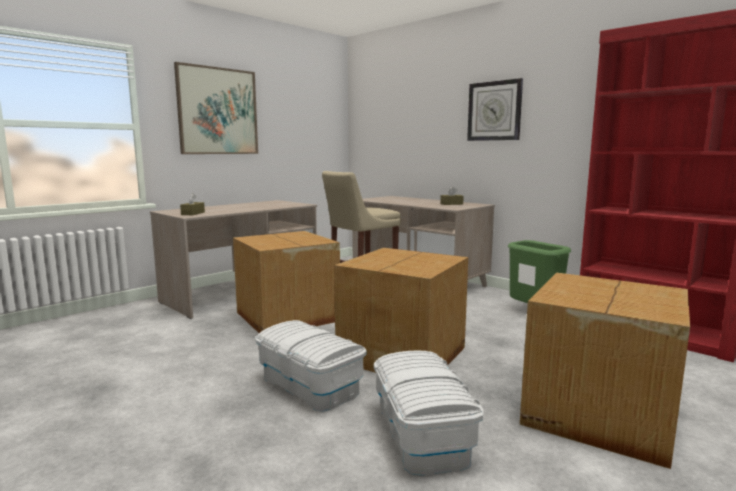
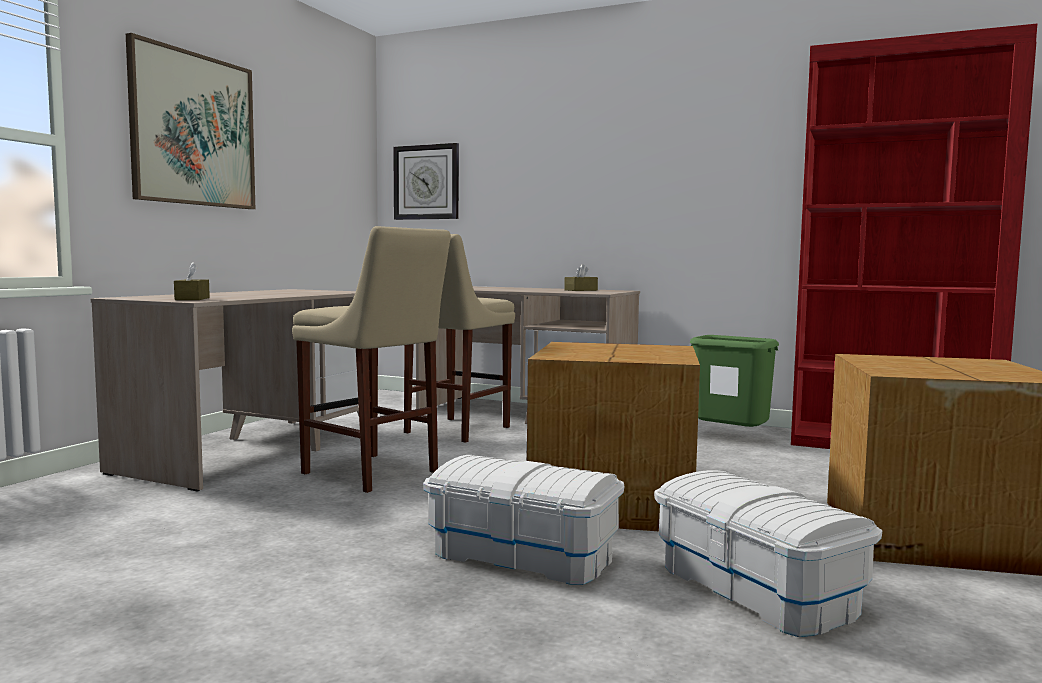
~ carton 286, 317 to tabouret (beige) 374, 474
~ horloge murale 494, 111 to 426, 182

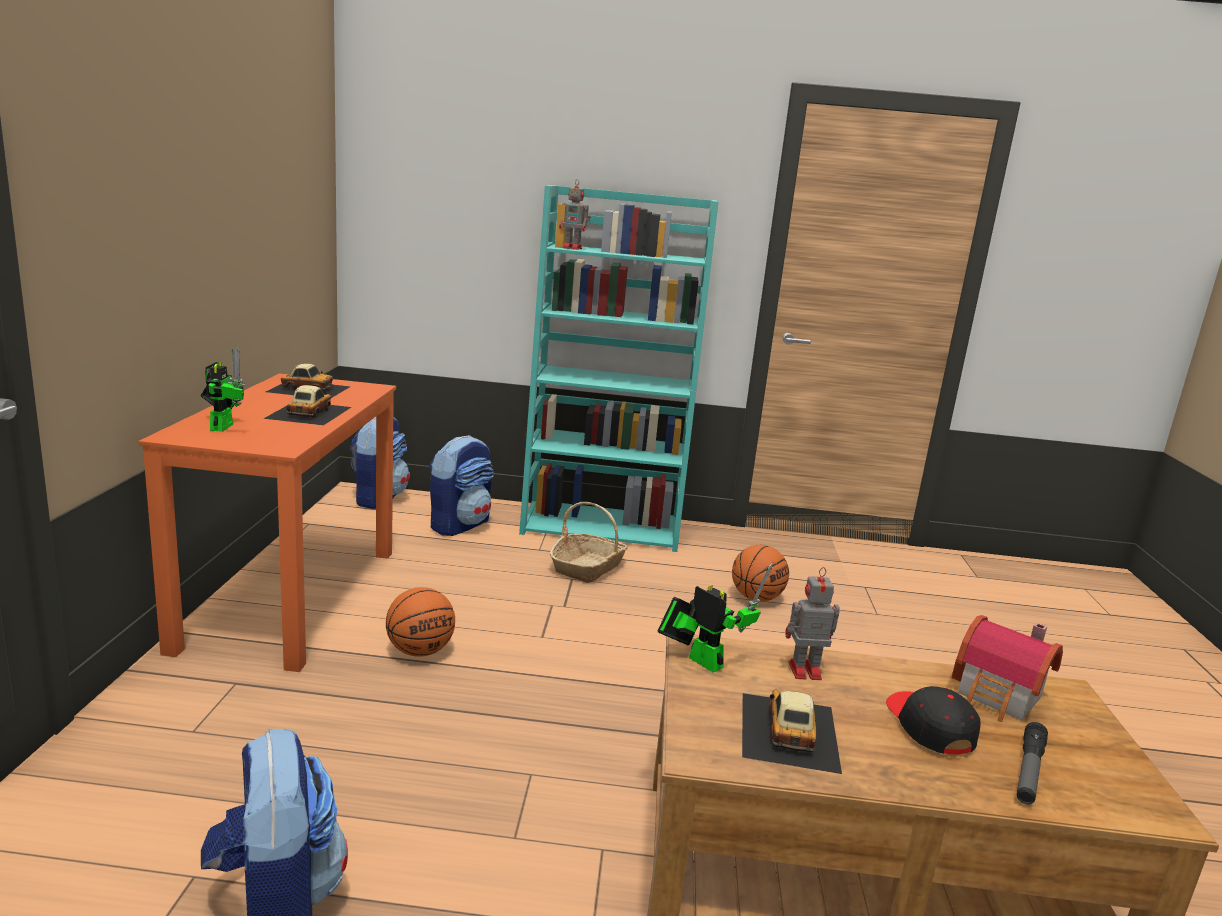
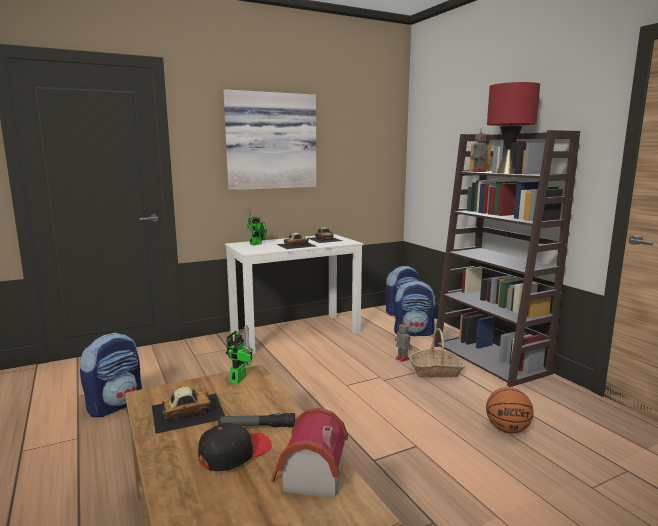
~ lampe de poche 1028, 771 to 257, 426
+ tableau 270, 141
~ bureau (orange) 292, 597 to bureau (blanc) 296, 333
~ robot jouet 802, 670 to 402, 358
~ bibliothèque (turquoise) 603, 526 to bibliothèque (marron) 491, 359
+ lampe de table (rouge) 507, 173
- ballon de basket 420, 651

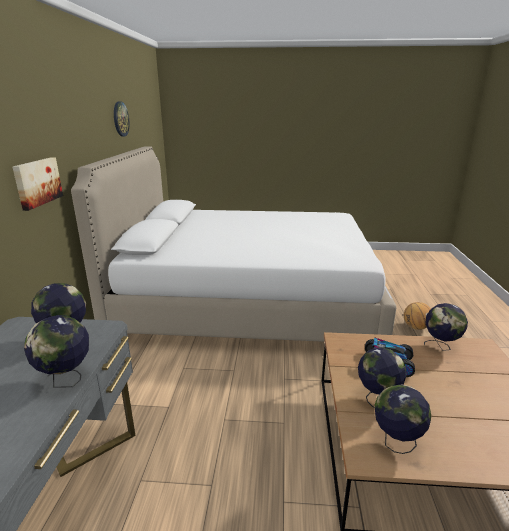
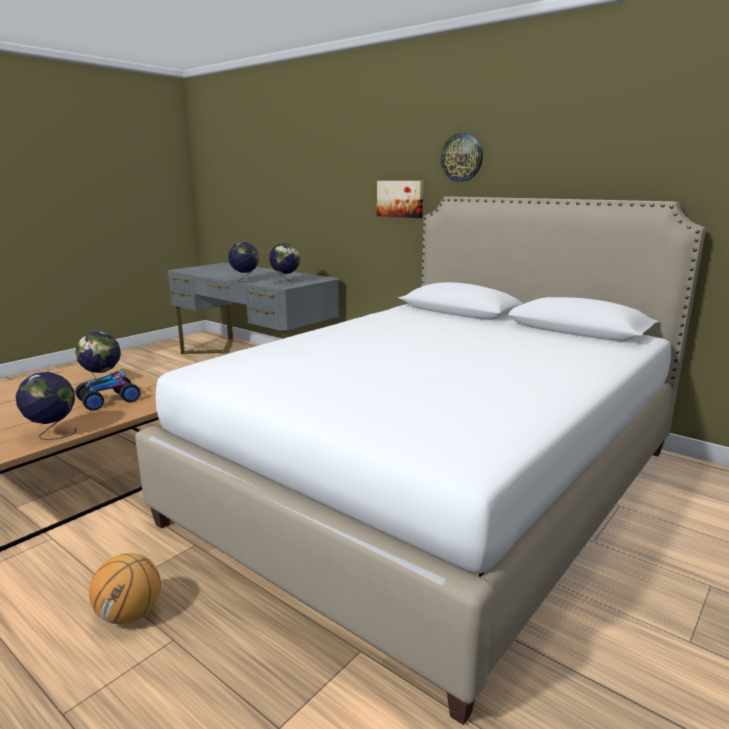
~ horloge murale 120, 119 to 462, 157
- globe 396, 443

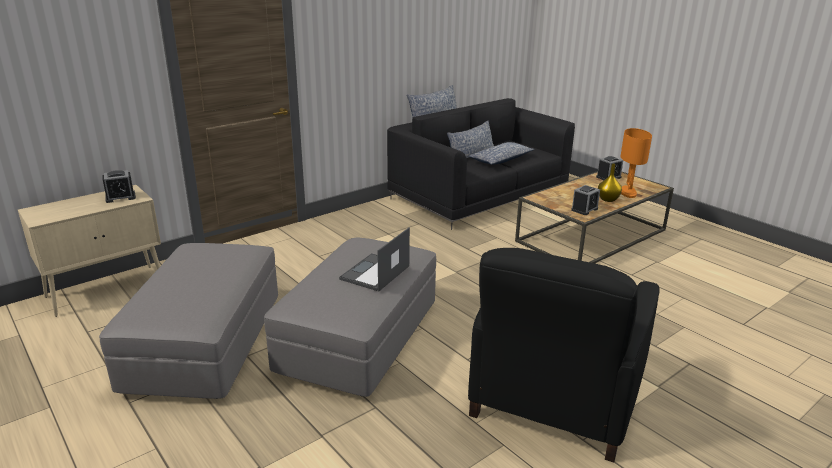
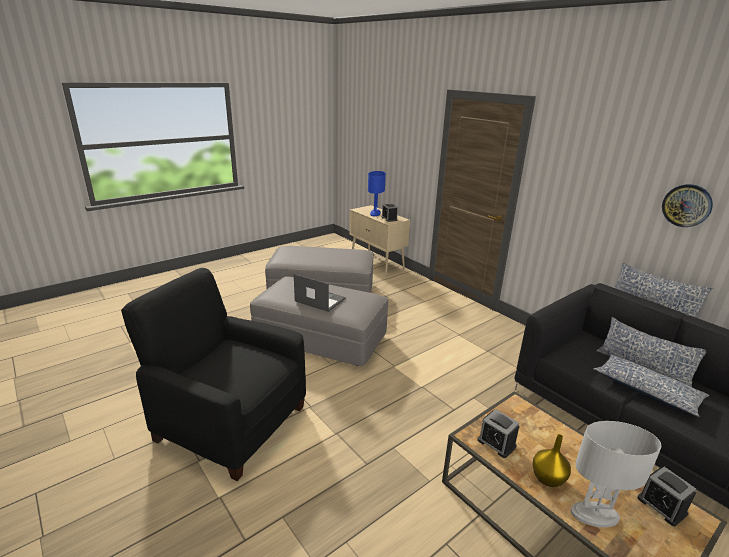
+ lampe de table (bleu) 375, 213
~ lampe de table (orange) 628, 193 to lampe de table (blanc) 594, 515
+ horloge murale 686, 205

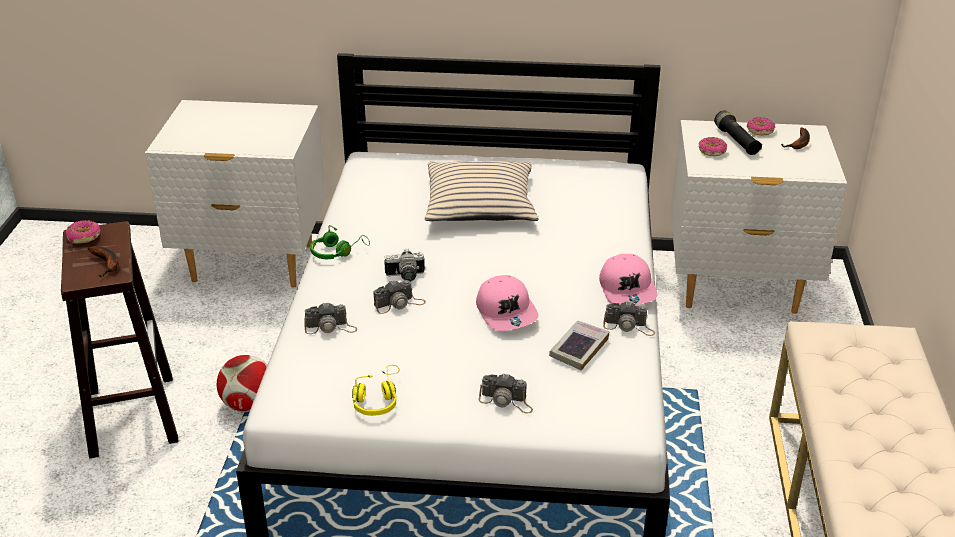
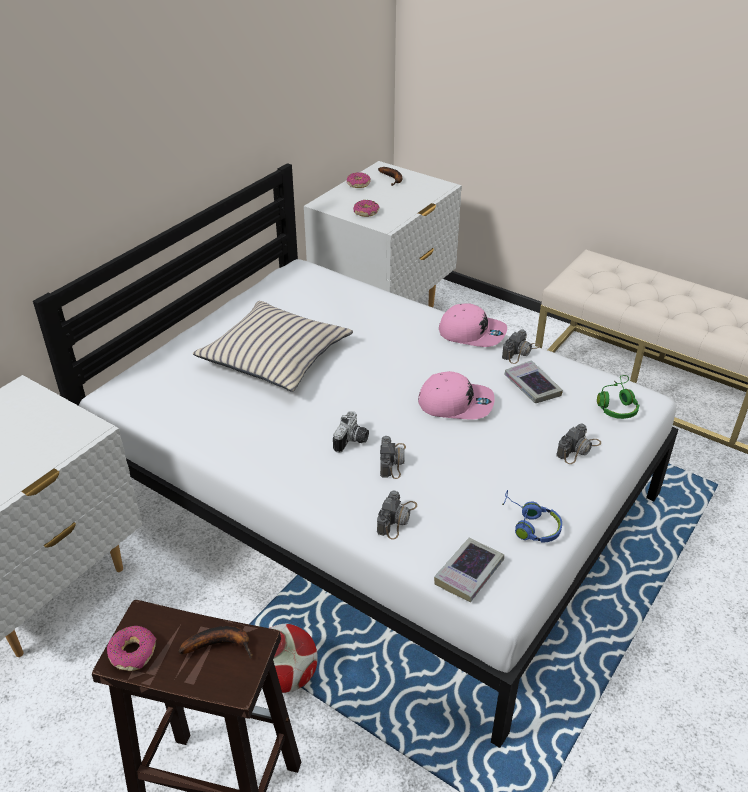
+ livre 469, 573
~ casque audio (jaune) 377, 399 to casque audio (bleu) 529, 525
~ casque audio (vert) 337, 252 to 616, 405
- lampe de poche (noir) 736, 141

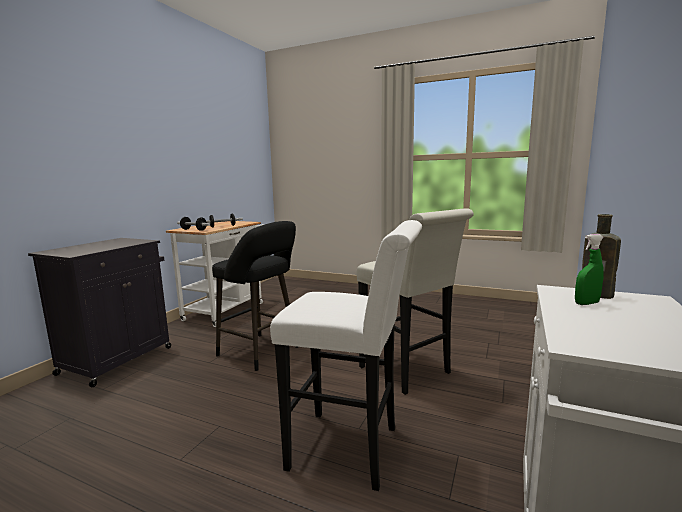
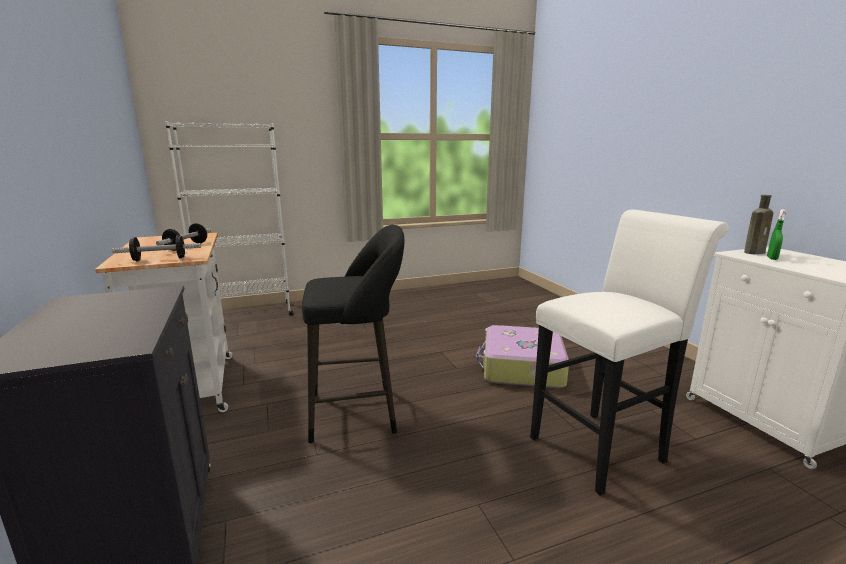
+ bibliothèque (blanc) 246, 313
~ tabouret (blanc) 409, 372 to valise 521, 368

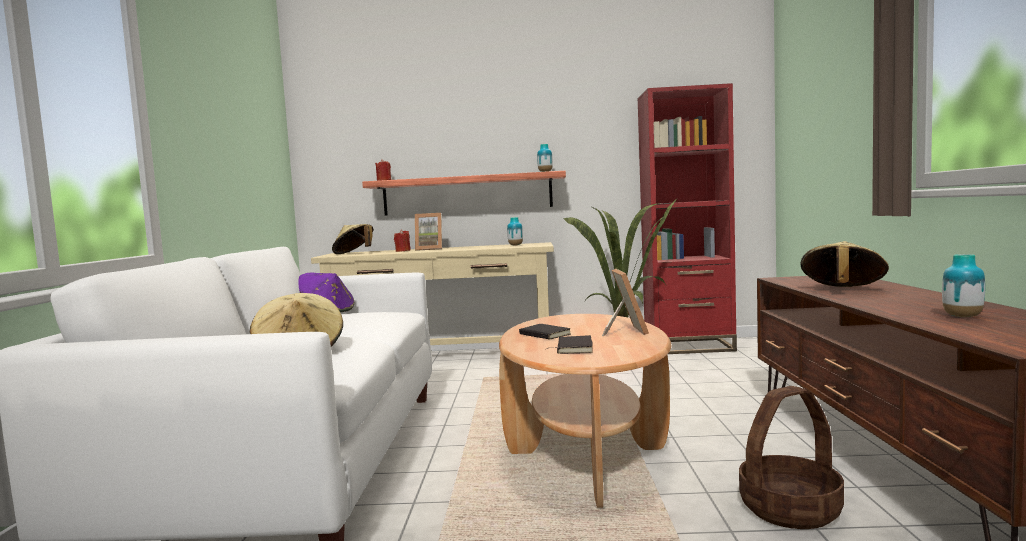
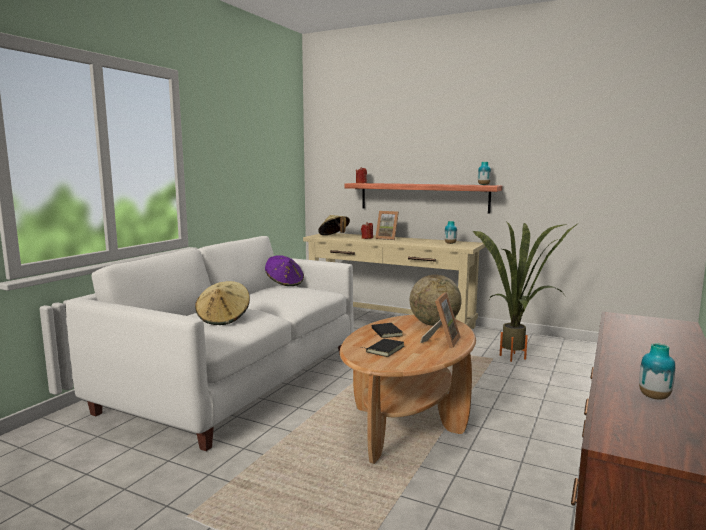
+ globe 434, 324
- bibliothèque (rouge) 688, 346
- panier 790, 509
- chapeau (beige) 842, 290

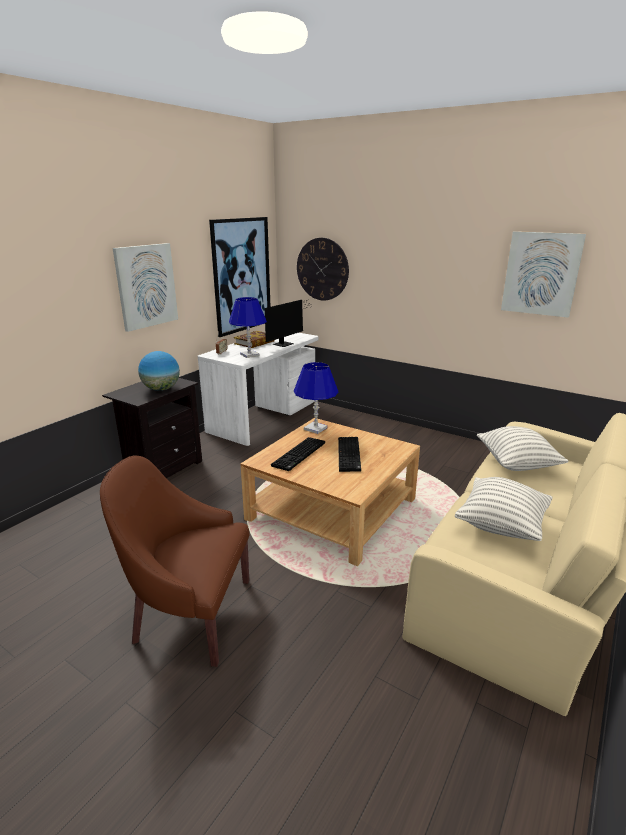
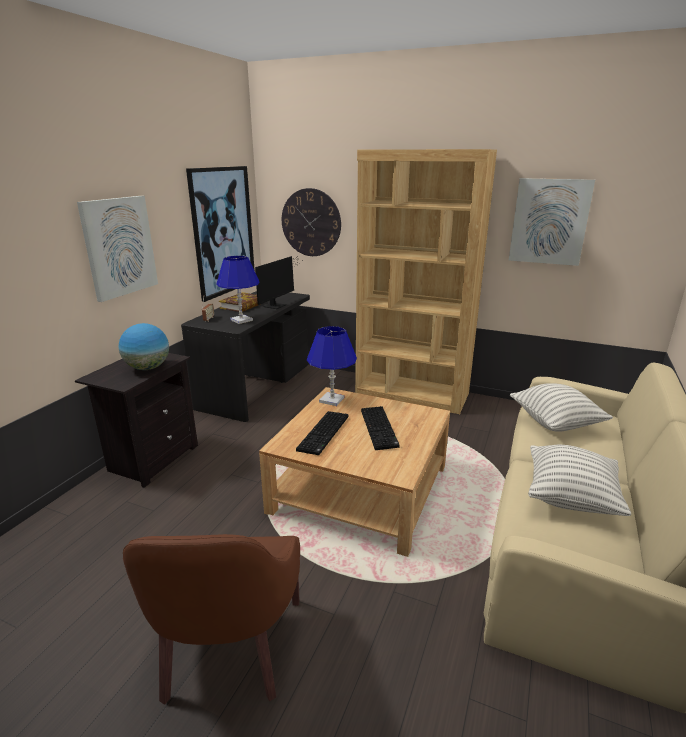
~ fauteuil (marron) 190, 614 = 227, 649 90 degrees counterclockwise
~ bureau (blanc) 264, 417 to bureau (noir) 257, 386
+ bibliothèque (marron) 412, 394

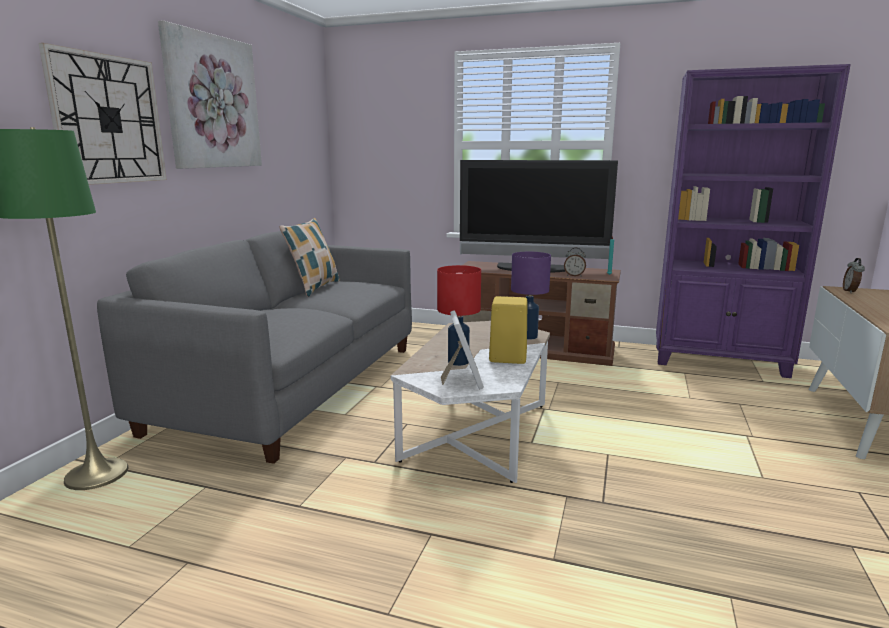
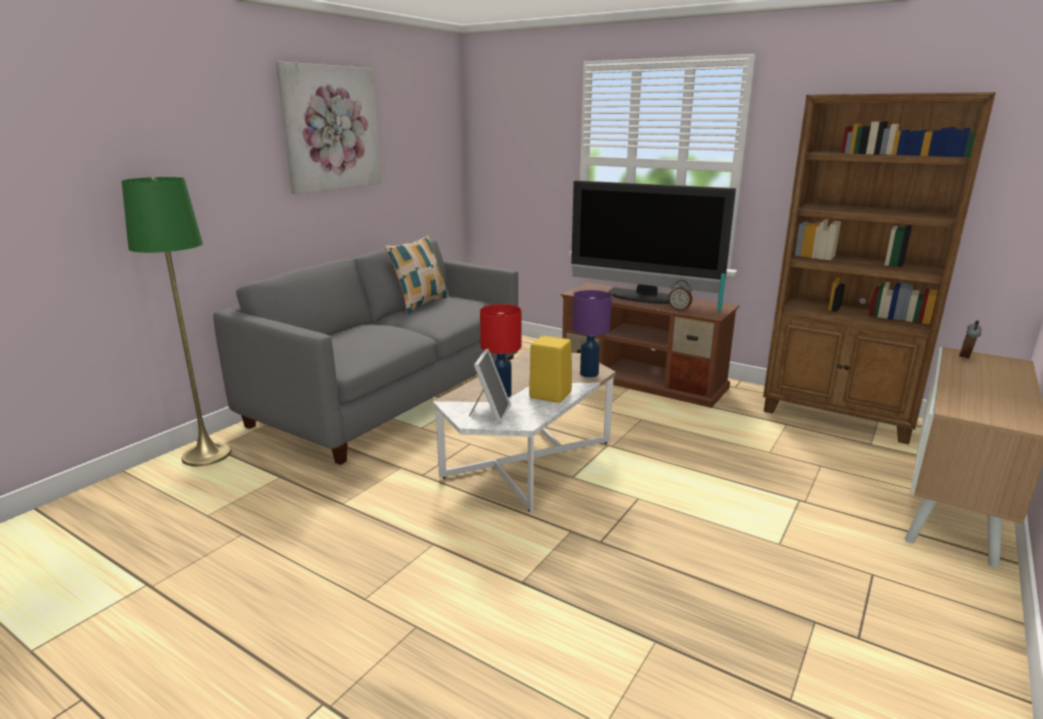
~ bibliothèque (violet) 720, 361 to bibliothèque (marron) 838, 416
- horloge murale 108, 120

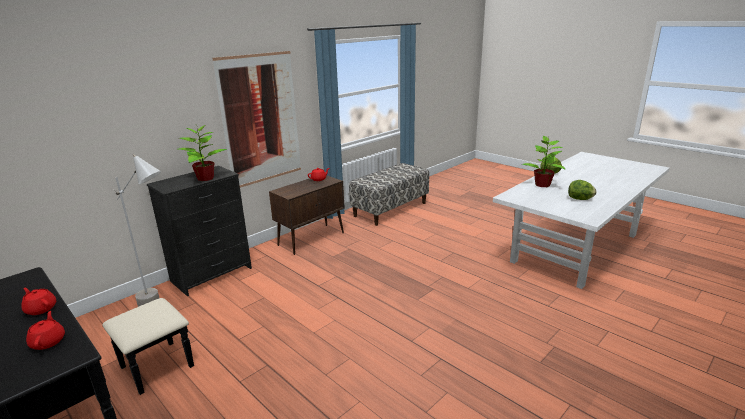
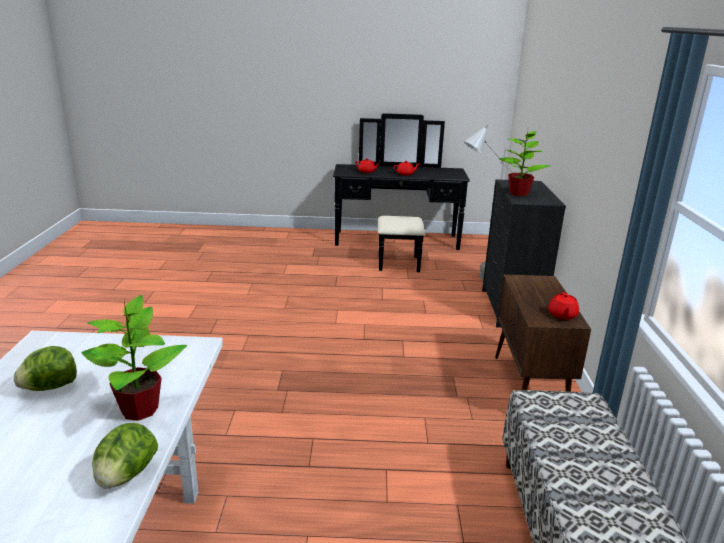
- tableau 261, 119

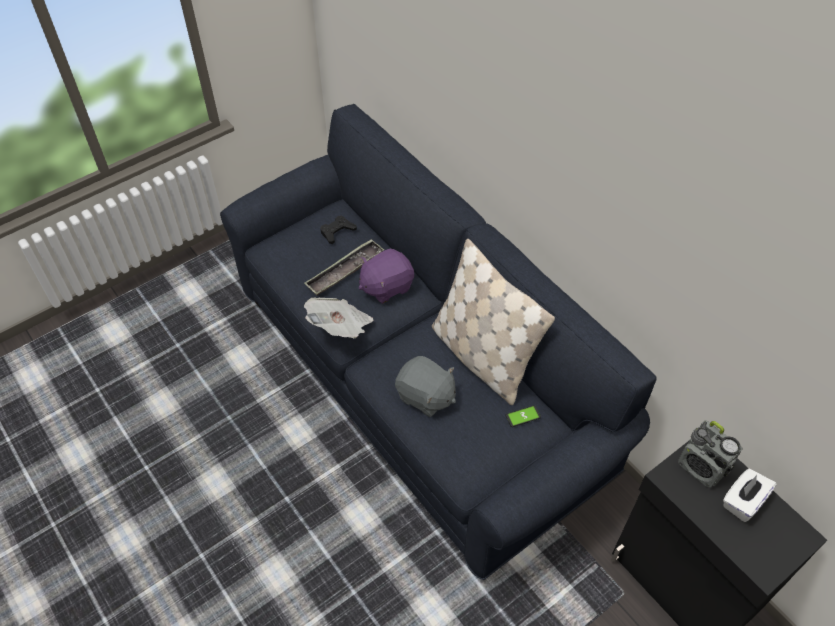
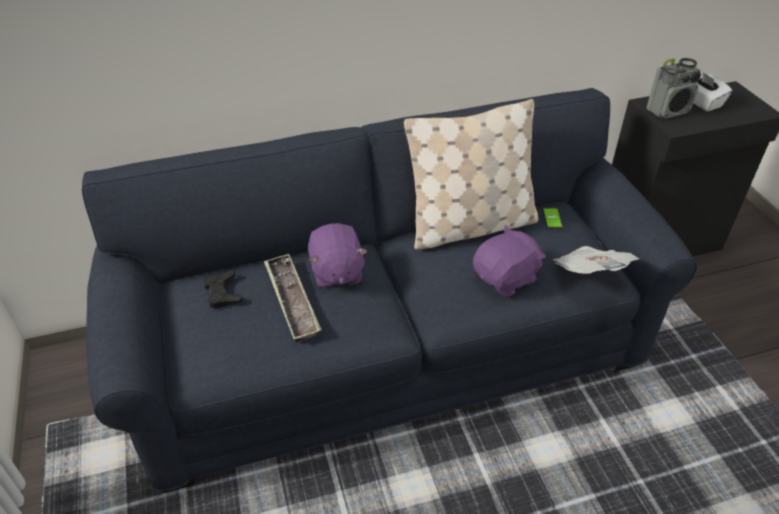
~ peluche (gris) 425, 396 to peluche (violet) 506, 278
~ journal 340, 327 to 589, 274

